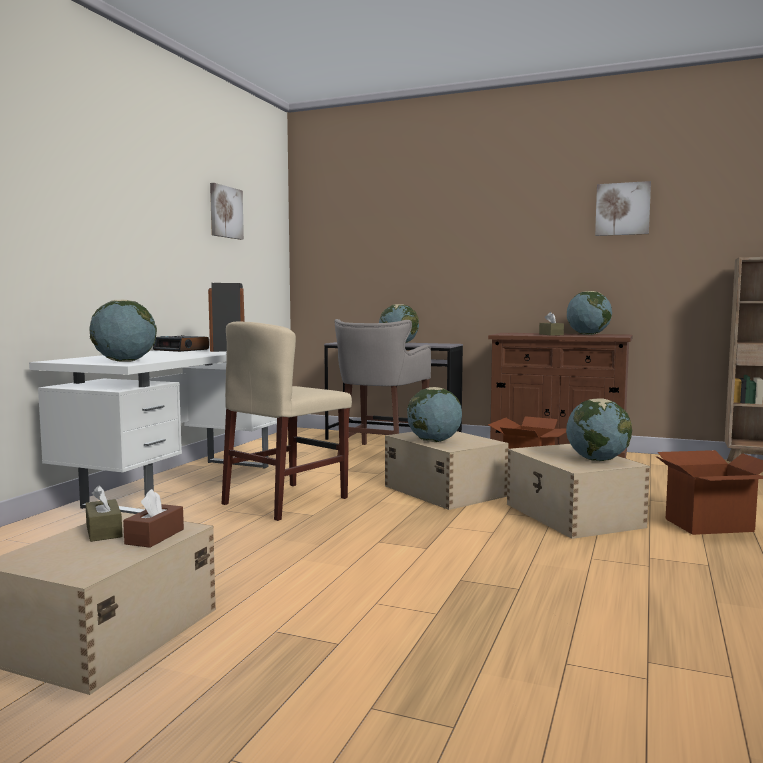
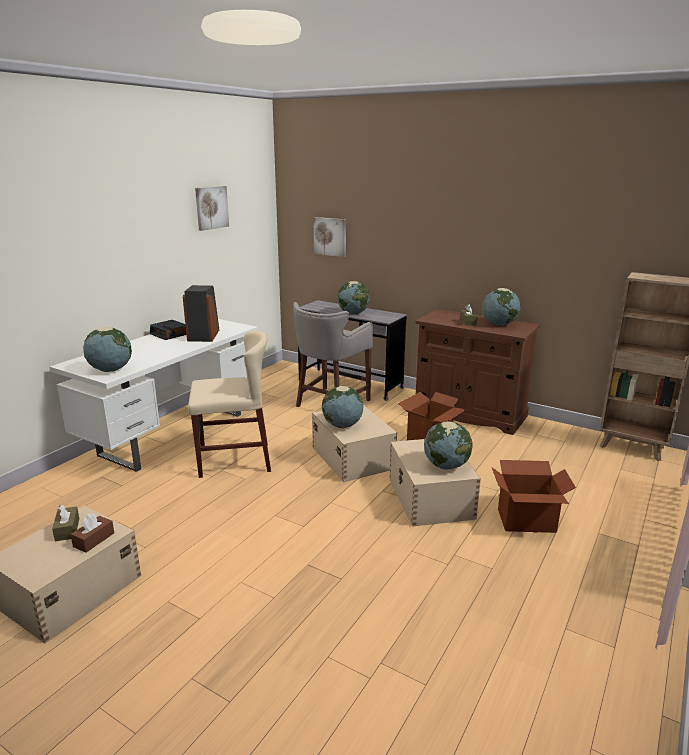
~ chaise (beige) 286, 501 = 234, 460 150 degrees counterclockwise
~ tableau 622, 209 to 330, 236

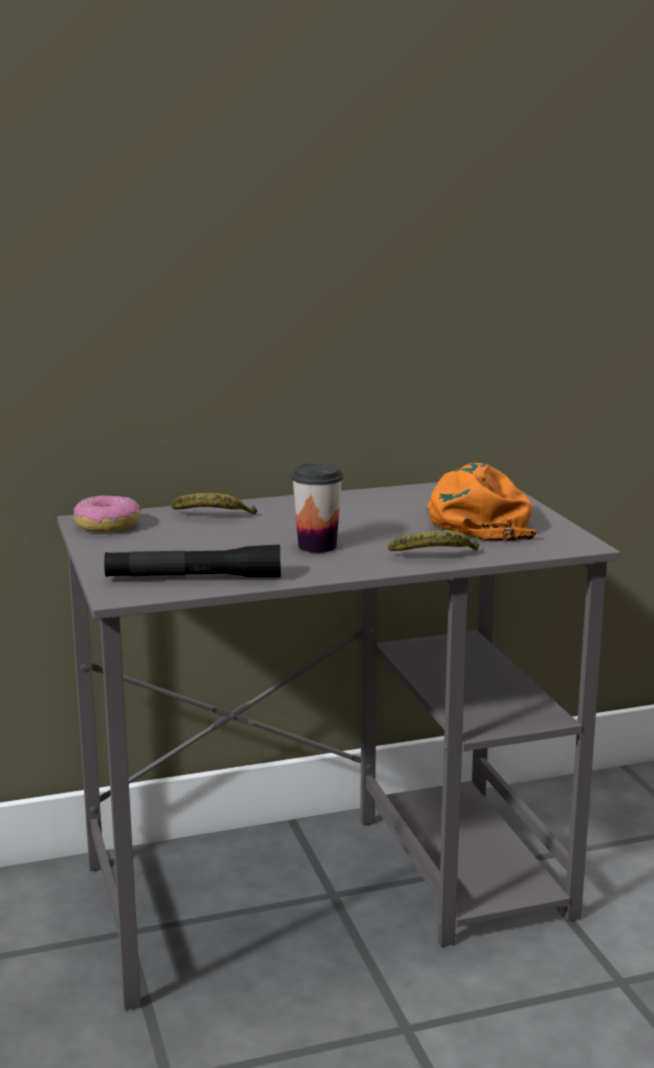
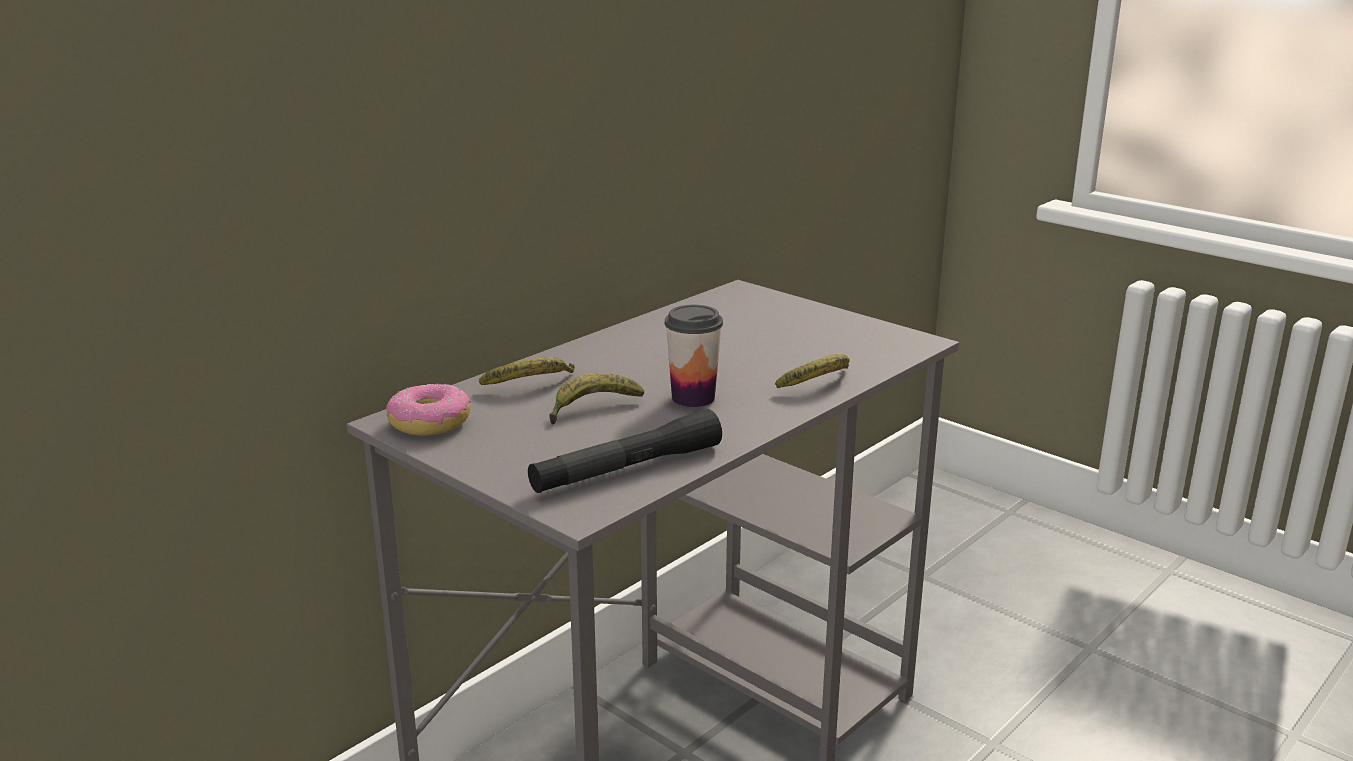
+ banane 592, 408
- casquette (orange) 477, 519

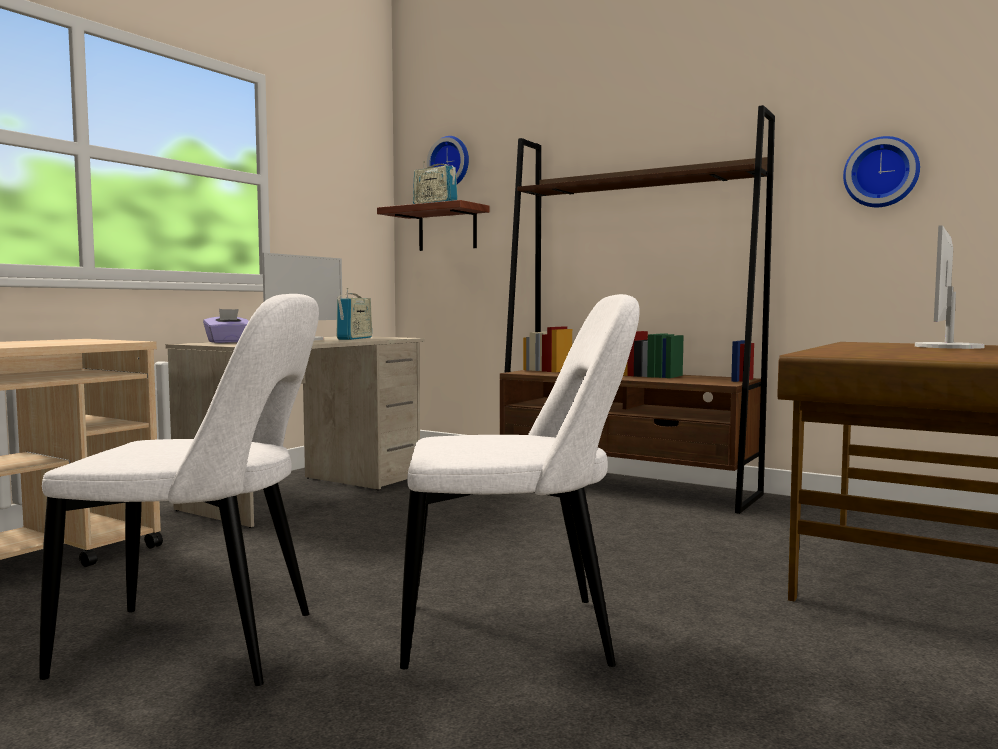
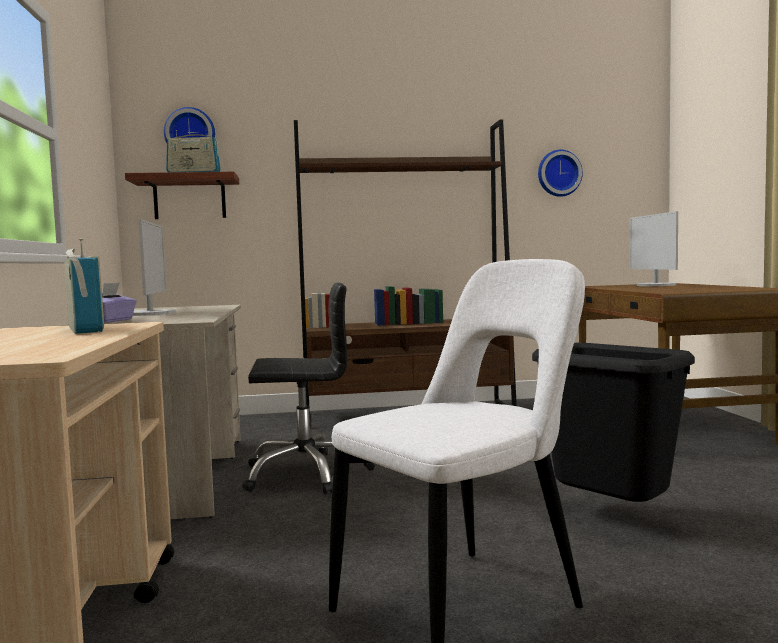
~ radio 355, 338 to 85, 329
+ chaise de bureau (noir) 306, 473
~ chaise (blanc) 516, 633 to poubelle (noir) 611, 516

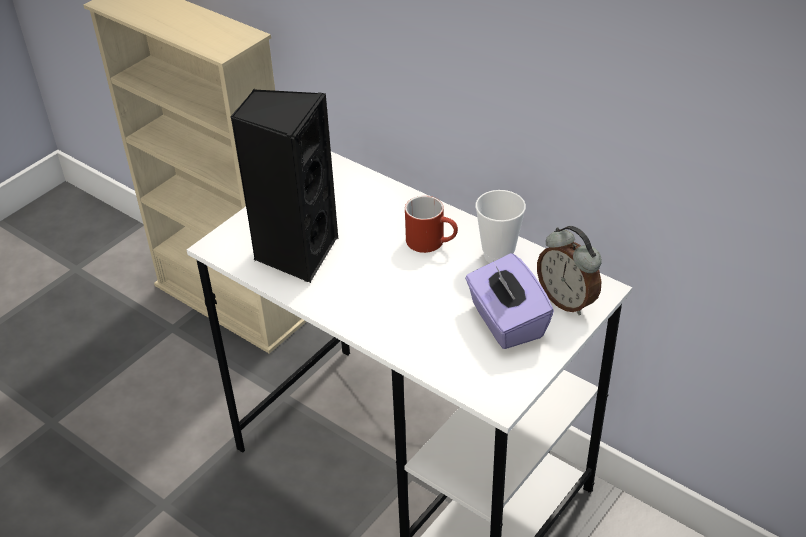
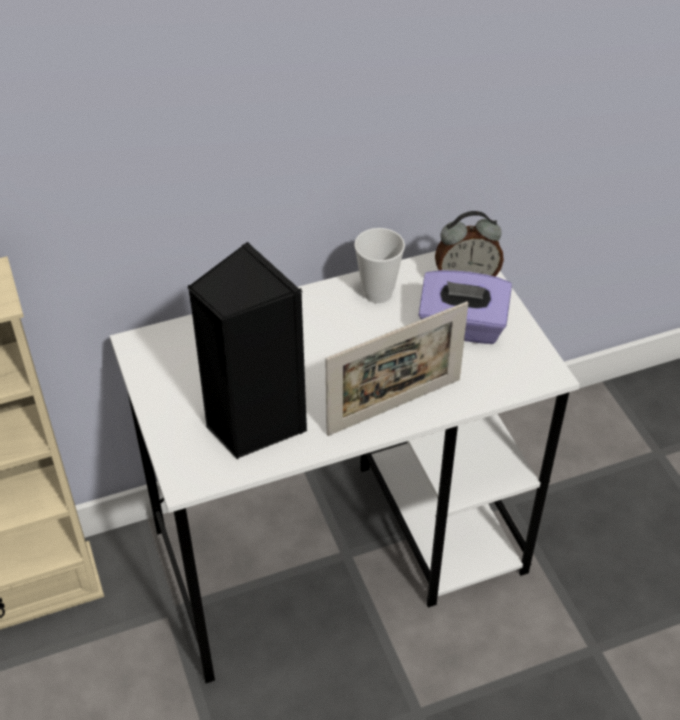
+ cadre photo 394, 406
- mug (rouge) 432, 242

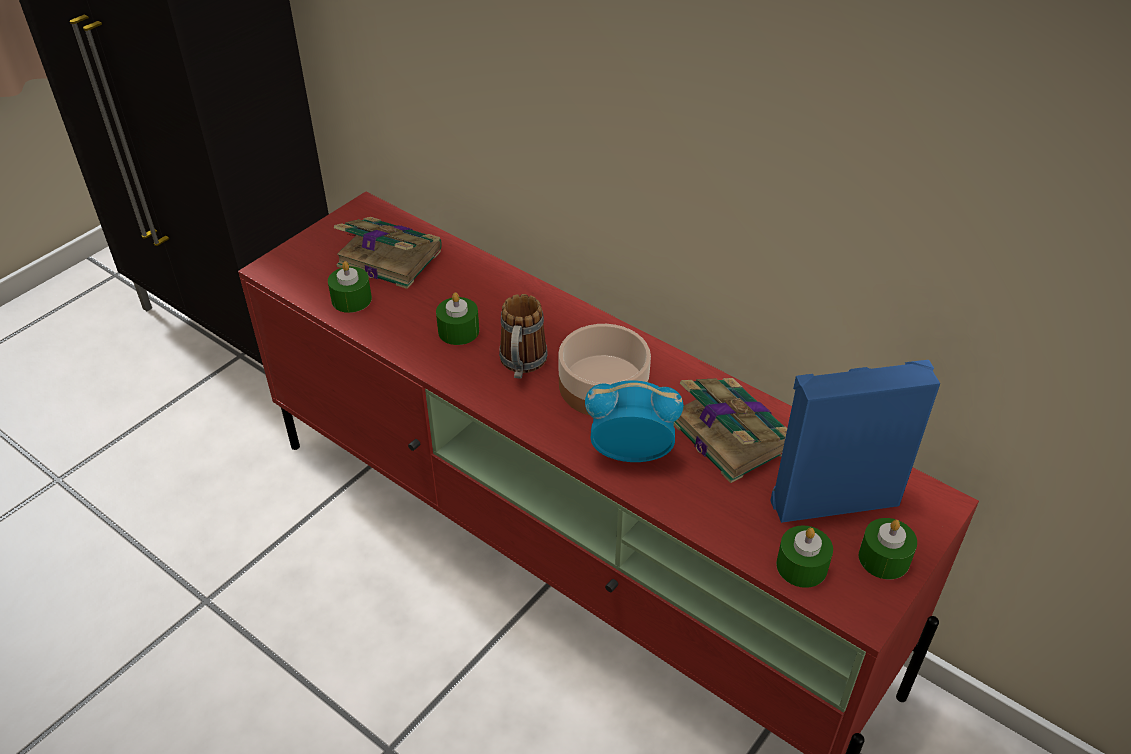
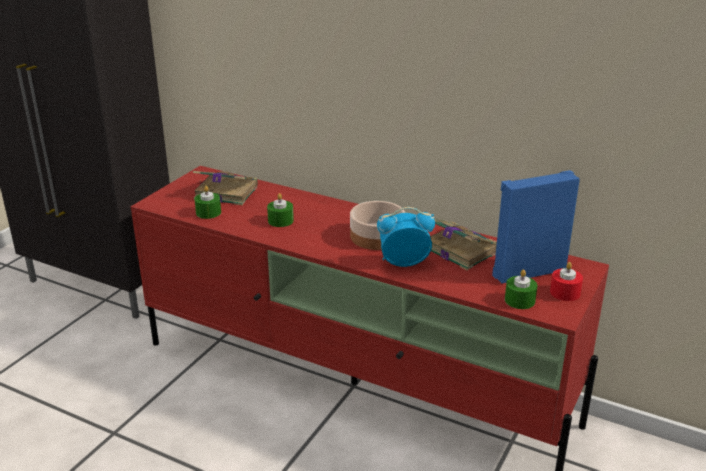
~ bougie (vert) 884, 558 to bougie (rouge) 565, 292
- mug 521, 366

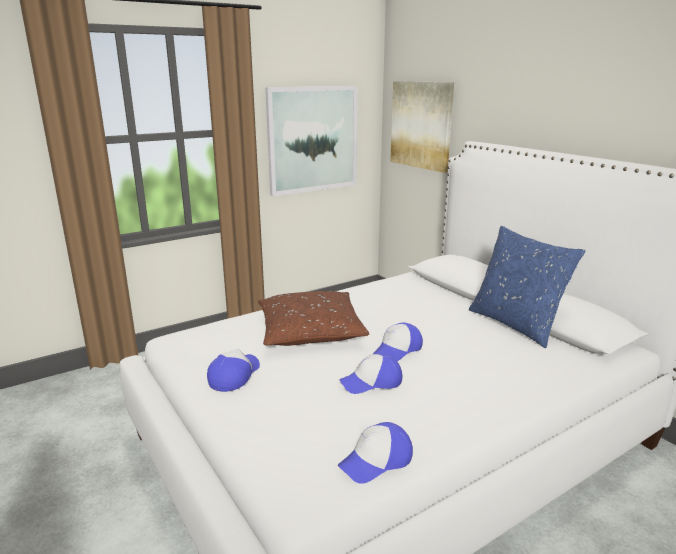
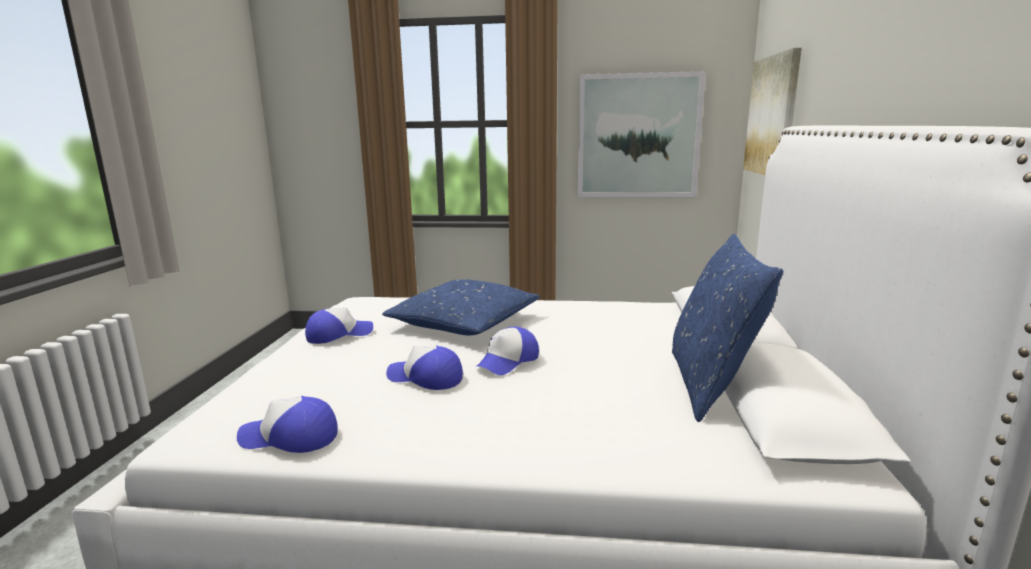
~ coussin (marron) 310, 330 to coussin (bleu) 464, 322
~ casquette 398, 349 = 508, 361 45 degrees counterclockwise

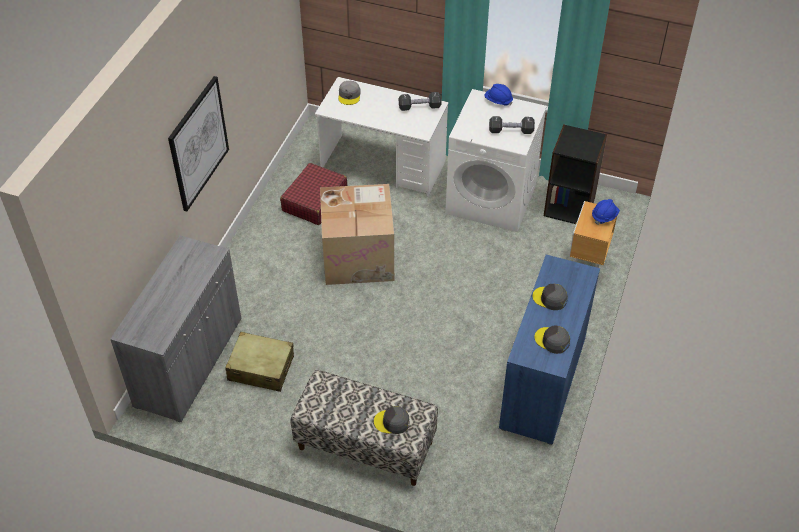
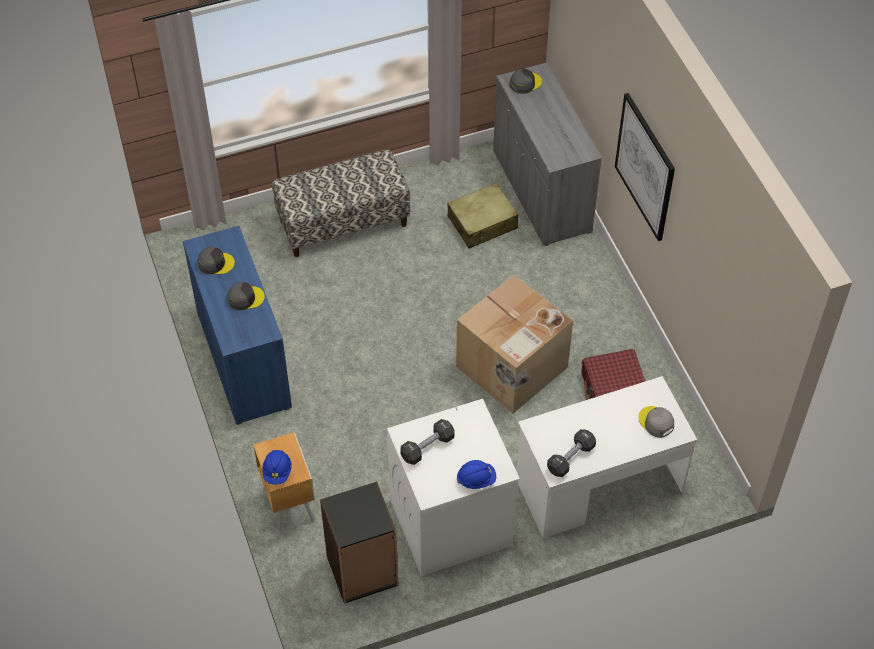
~ casquette (gris) 392, 422 to 525, 83

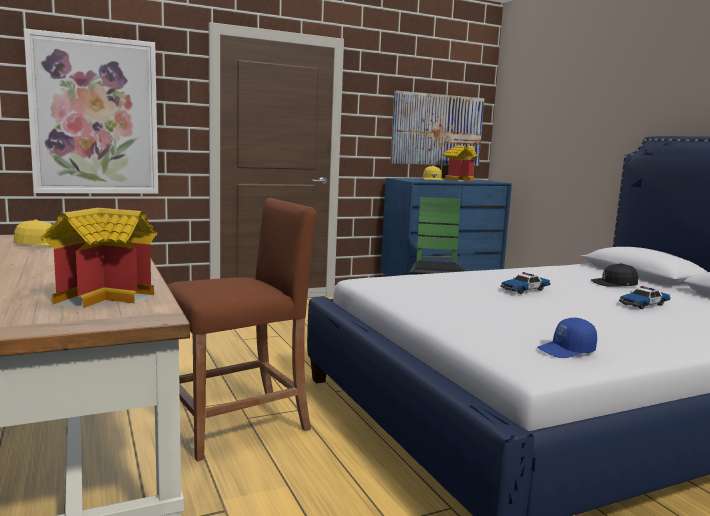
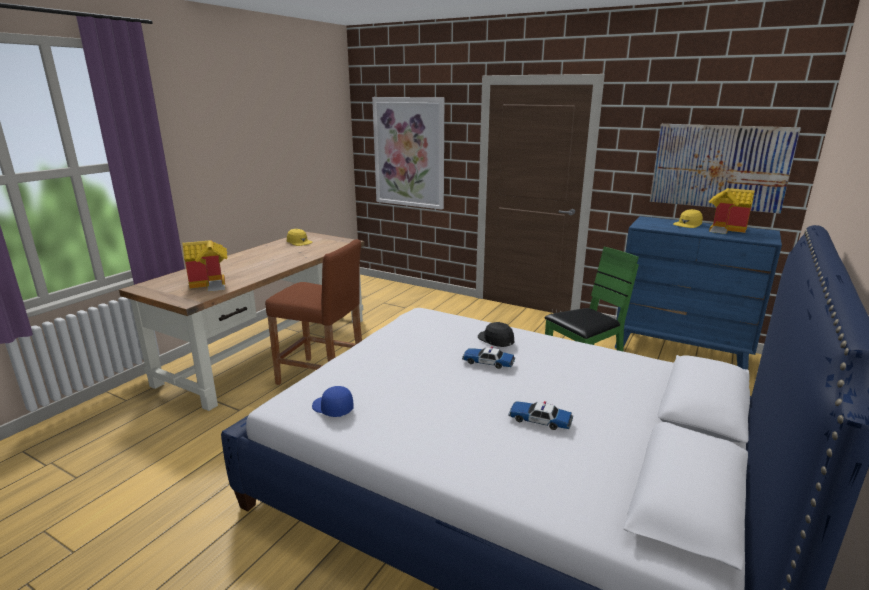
~ casquette (noir) 614, 283 to 496, 339

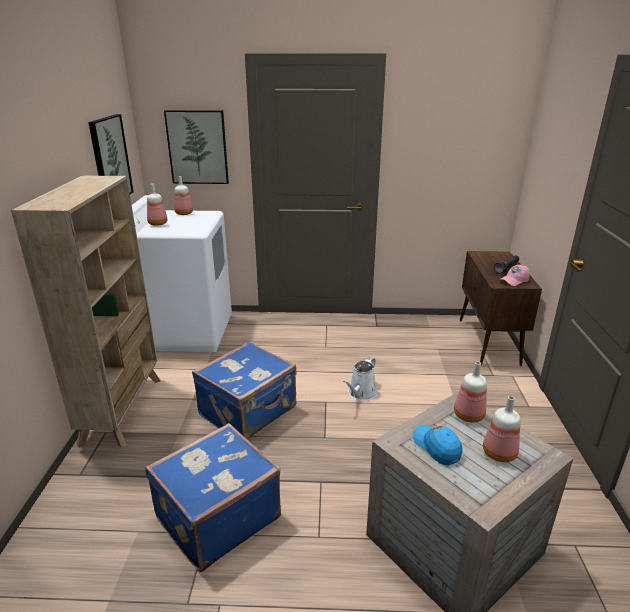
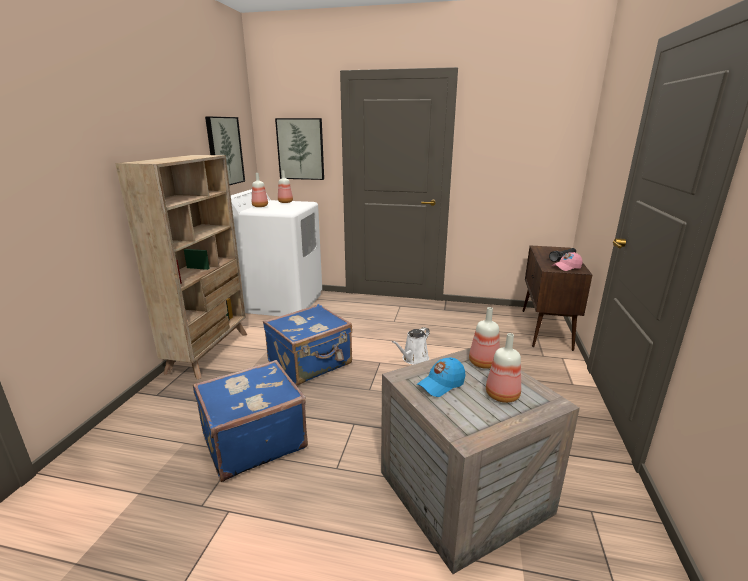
~ casquette (bleu) 436, 447 = 441, 384 105 degrees counterclockwise

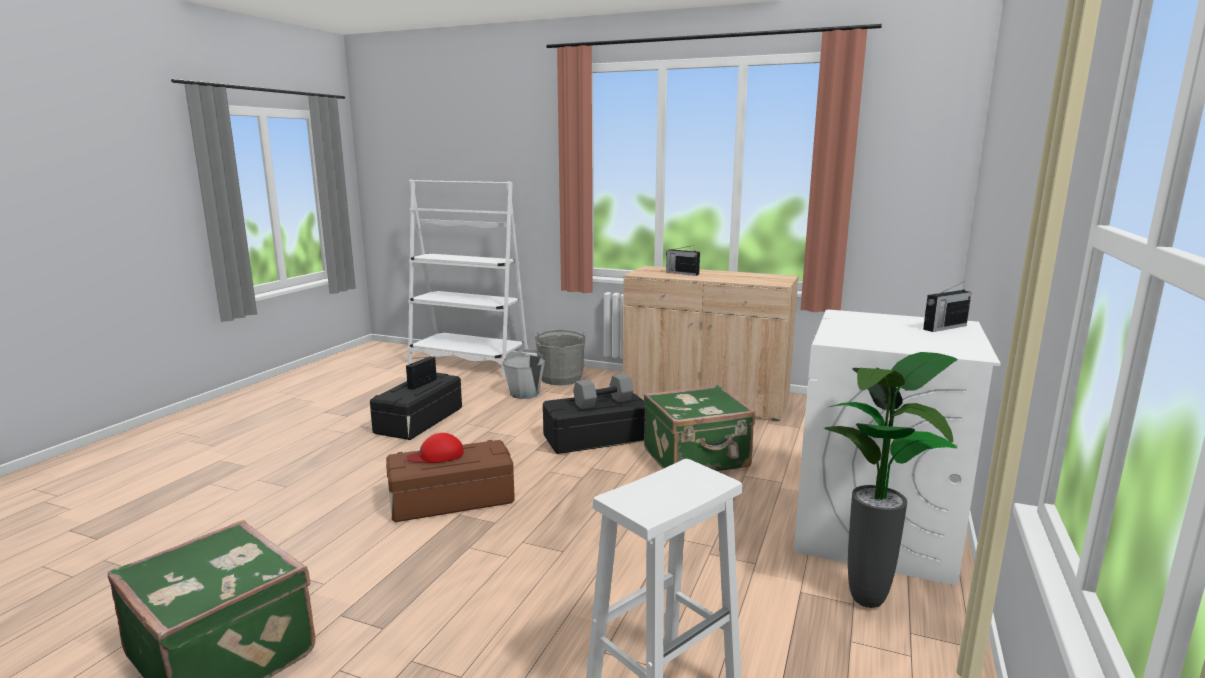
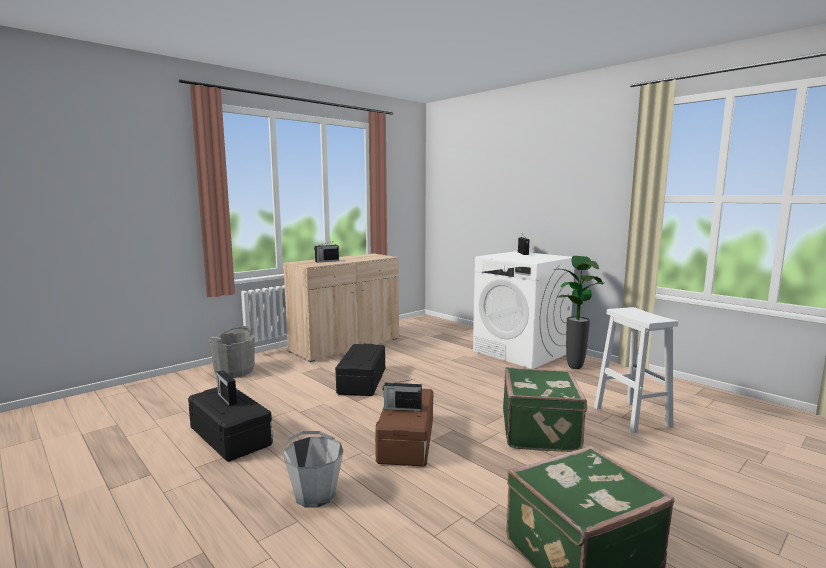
~ seau (gris) 525, 393 to 315, 494
~ casquette (rouge) 436, 455 to radio 402, 408
~ valise (vert) 697, 459 to 541, 432
- bibliothèque (blanc) 469, 362
- haltère (gris) 603, 402

